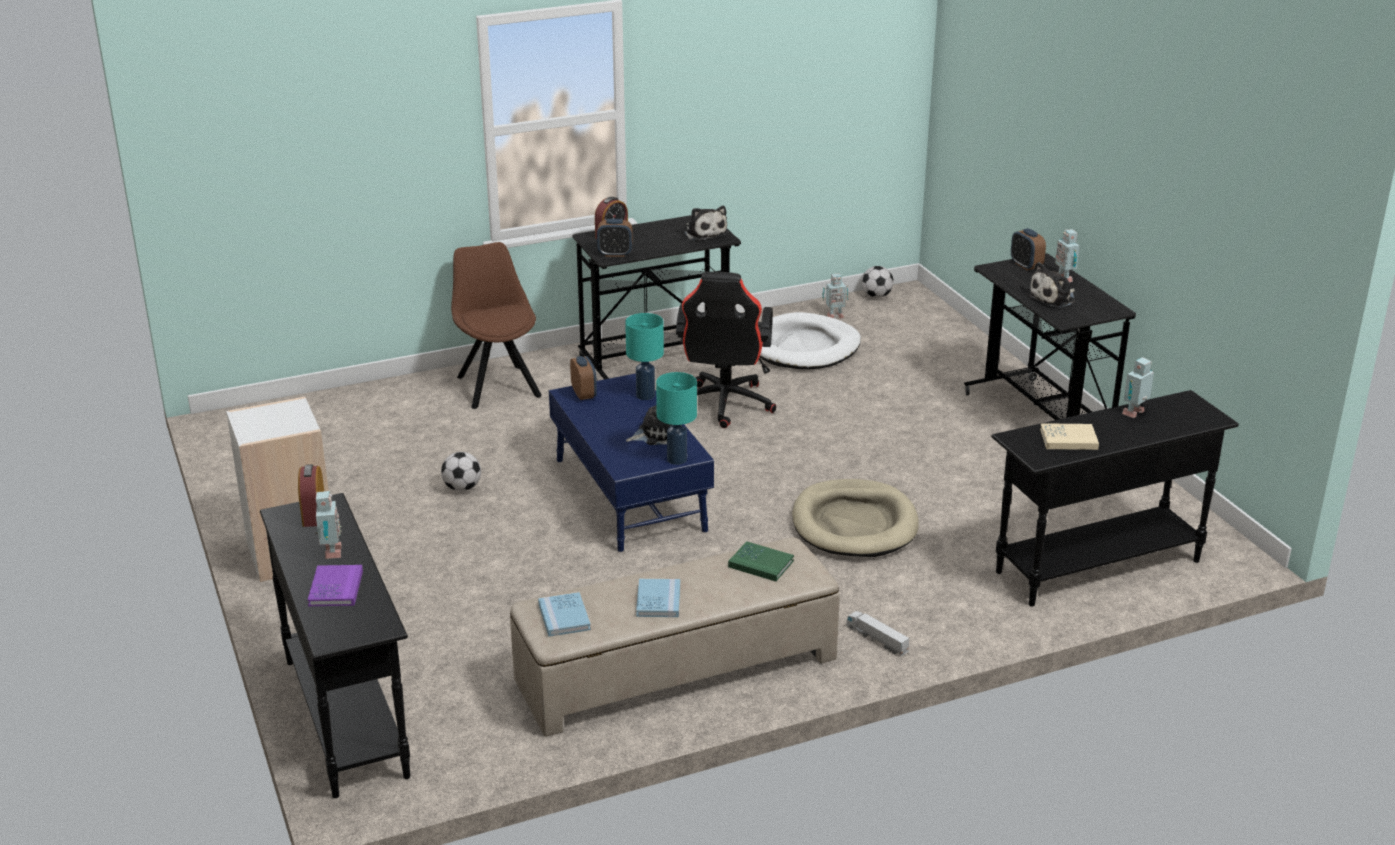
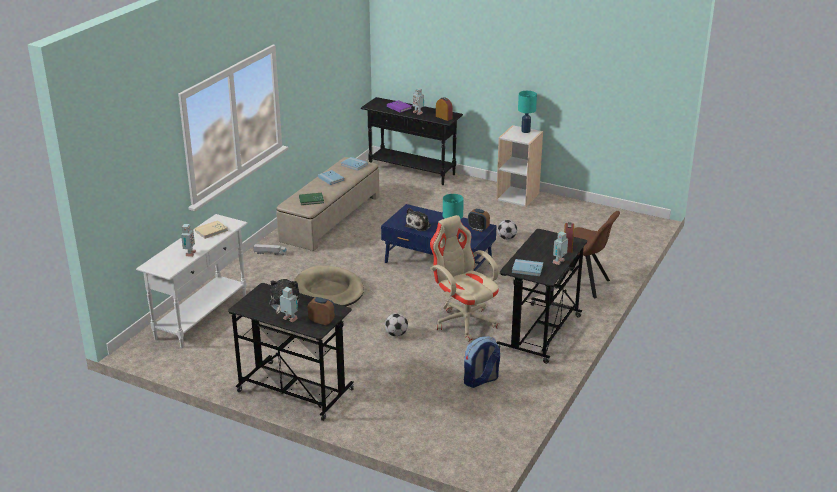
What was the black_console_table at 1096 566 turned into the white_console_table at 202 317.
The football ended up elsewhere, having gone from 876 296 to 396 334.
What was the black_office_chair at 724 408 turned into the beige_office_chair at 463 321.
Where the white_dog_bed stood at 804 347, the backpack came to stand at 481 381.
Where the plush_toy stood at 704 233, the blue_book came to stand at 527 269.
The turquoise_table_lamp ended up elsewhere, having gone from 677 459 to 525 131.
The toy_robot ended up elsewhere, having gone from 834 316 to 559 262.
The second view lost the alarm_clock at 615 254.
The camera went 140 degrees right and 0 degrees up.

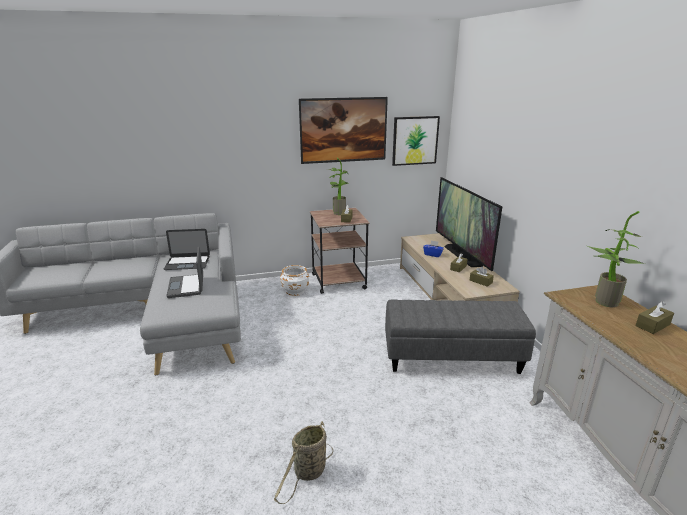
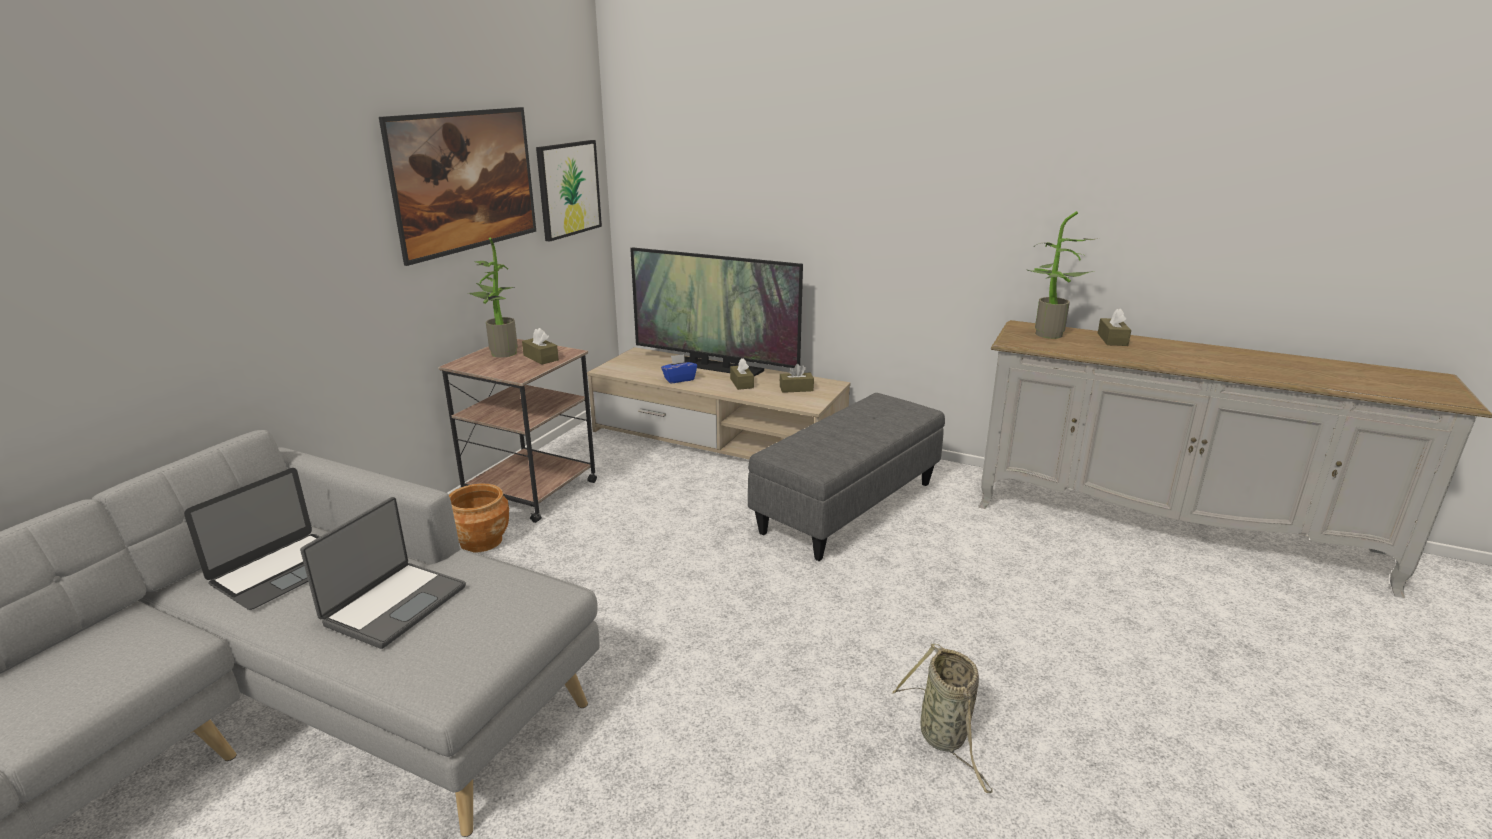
The laptop at 187 286 ended up facing another way, 90 degrees counterclockwise from before.
What was the white_planter at 295 291 turned into the brown_planter at 481 541.
The camera went 50 degrees left and 0 degrees up.

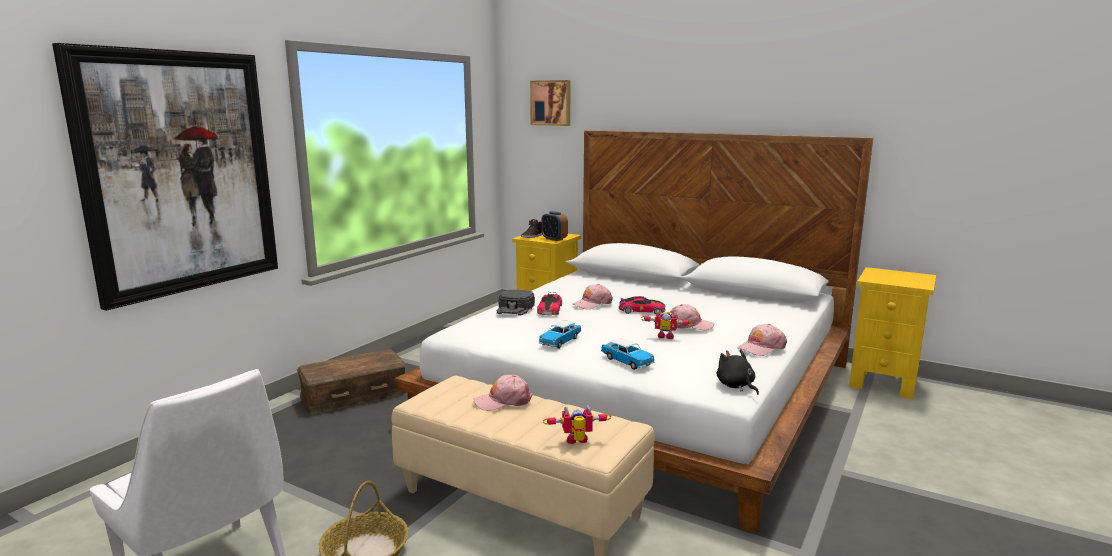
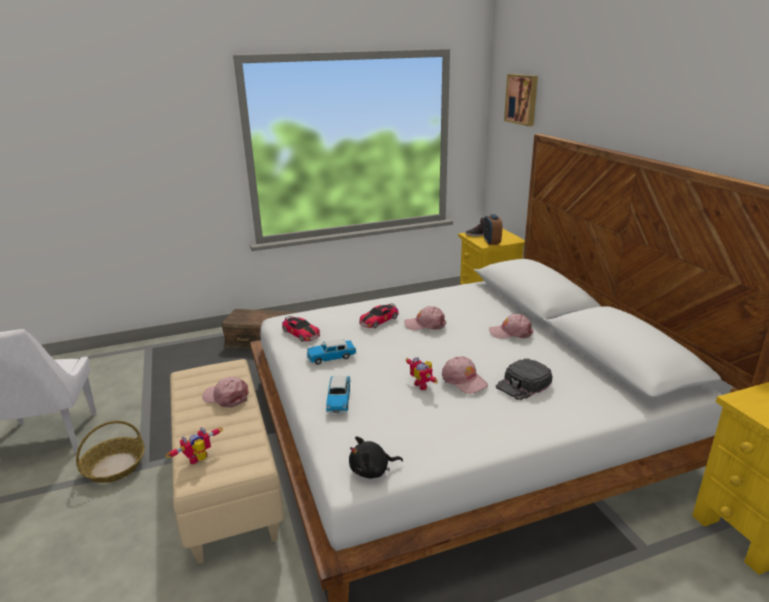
The toy_robot at 577 443 ended up facing another way, 75 degrees counterclockwise from before.
The toy_car ended up elsewhere, having gone from 642 311 to 301 333.
The black_plush_toy at 736 386 ended up facing another way, 120 degrees counterclockwise from before.
The pink_cap ended up elsewhere, having gone from 761 347 to 511 332.
The black_cap ended up elsewhere, having gone from 515 308 to 523 384.
The second view lost the picture at 180 173.
The camera went 40 degrees right and 10 degrees up.

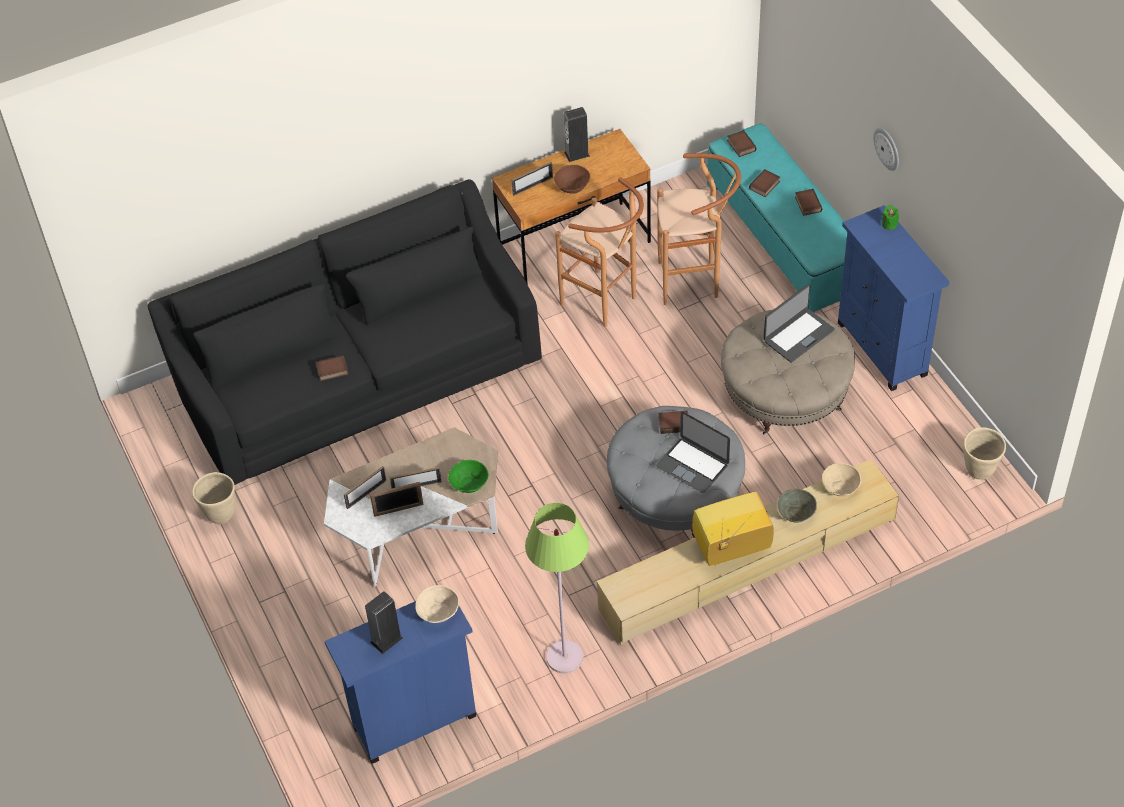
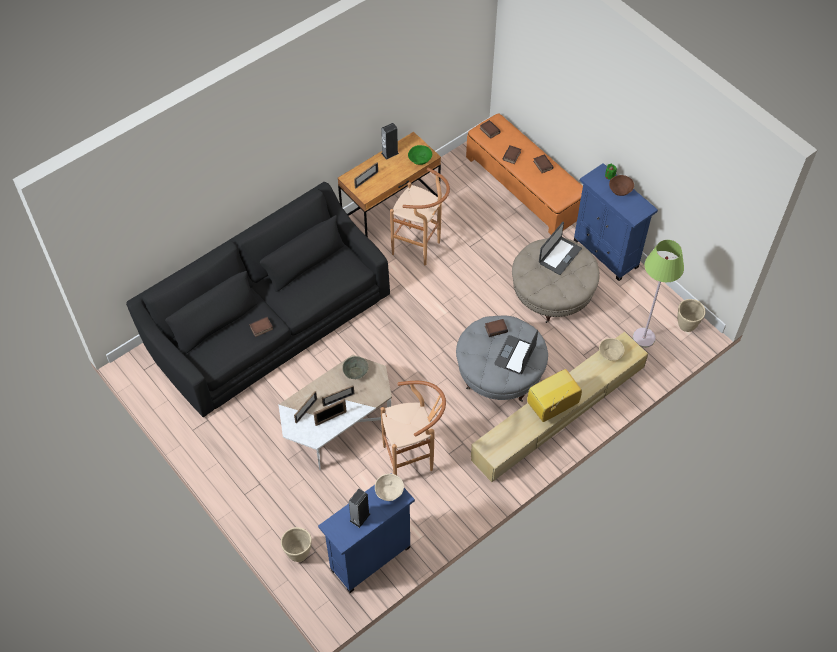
The beige_planter ended up elsewhere, having gone from 220 514 to 298 553.
The grey_bowl ended up elsewhere, having gone from 796 514 to 356 372.
The brown_stool ended up elsewhere, having gone from 695 281 to 413 458.
The green_bowl ended up elsewhere, having gone from 469 485 to 420 160.
What was the turquoise_bench at 784 236 turned into the orange_bench at 524 186.
The laptop at 692 465 ended up facing another way, 90 degrees clockwise from before.
The brown_bowl ended up elsewhere, having gone from 572 187 to 620 190.
The green_floor_lamp ended up elsewhere, having gone from 564 657 to 644 338.
The second view lost the wall_clock at 887 148.
The camera went 15 degrees left and 5 degrees up.

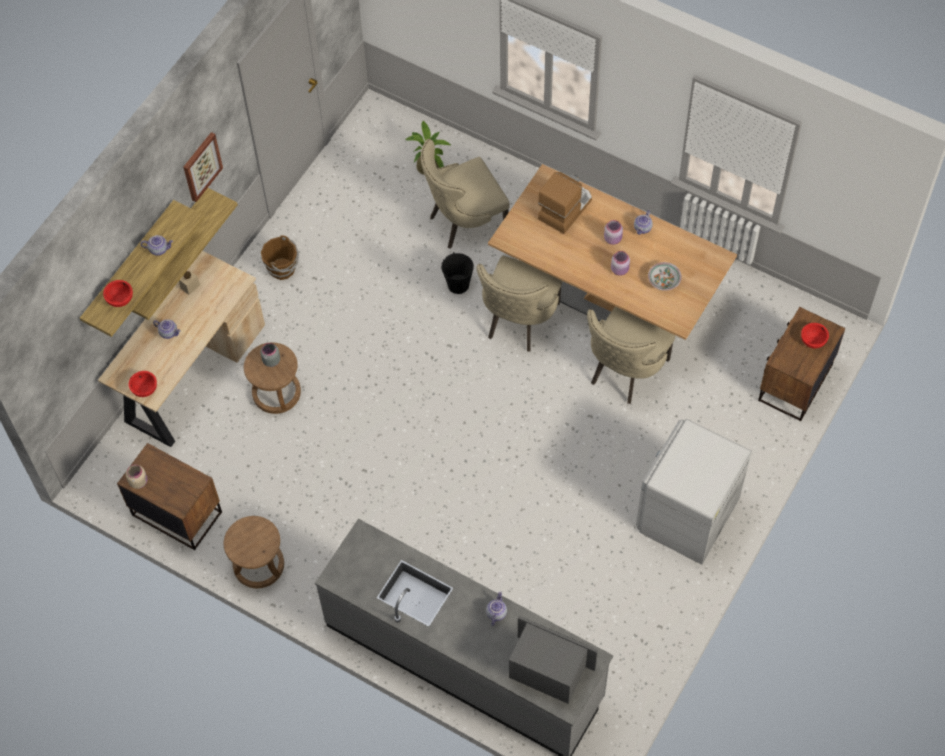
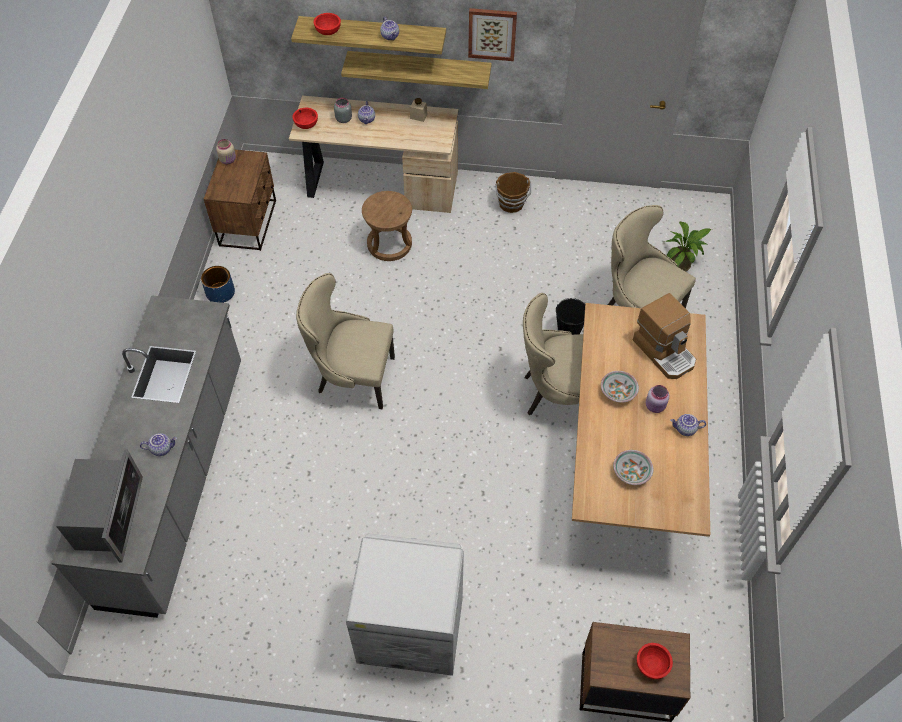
Where the brown_stool stood at 258 565, the blue_planter came to stand at 220 292.
The beige_chair ended up elsewhere, having gone from 625 371 to 352 377.
The grey_jar ended up elsewhere, having gone from 271 360 to 343 119.
The second view gained the bowl at 617 391.
The coffee_machine at 564 208 ended up facing another way, 45 degrees clockwise from before.
The second view lost the pink_jar at 620 269.
The camera went 65 degrees right and 5 degrees down.

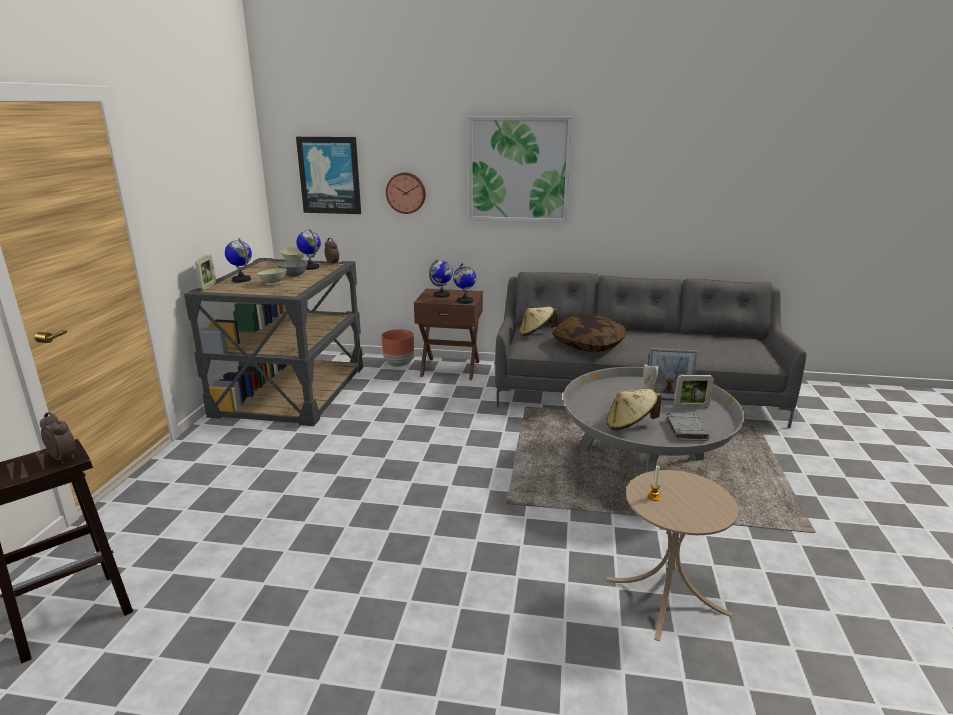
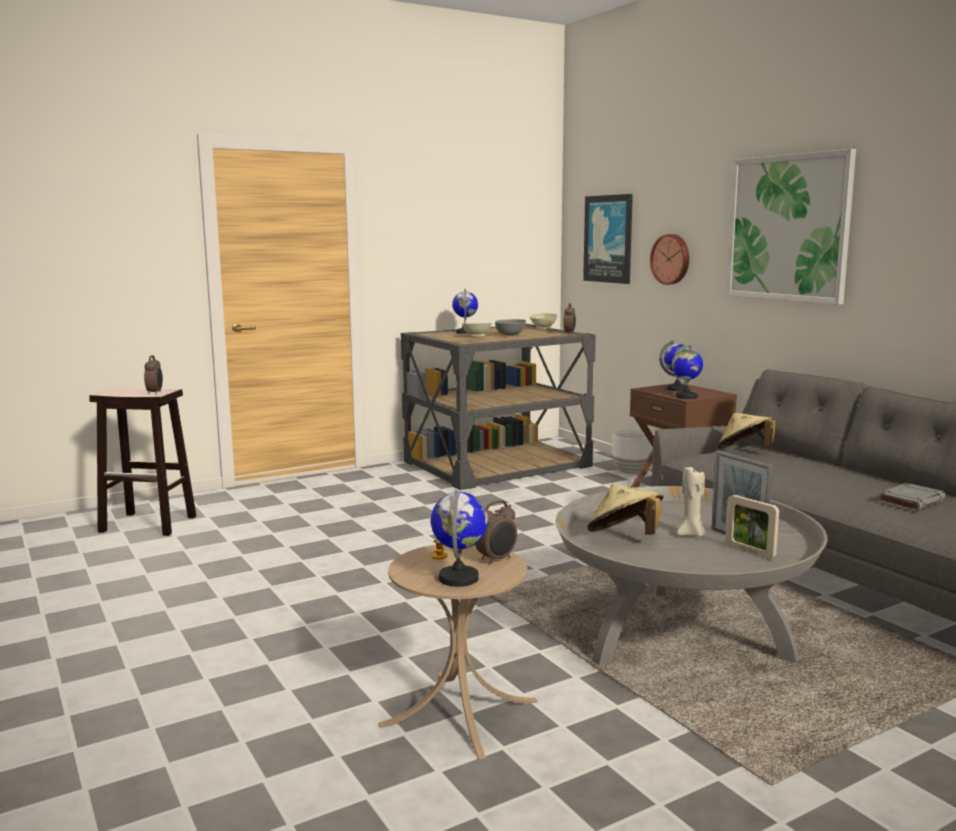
The globe ended up elsewhere, having gone from 310 267 to 459 578.
The second view gained the alarm_clock at 497 559.
What was the brown_planter at 399 364 turned into the white_planter at 632 473.
The grey_book ended up elsewhere, having gone from 685 430 to 911 502.
The second view lost the picture_frame at 208 286.
The second view lost the pillow at 589 345.
The camera went 50 degrees right and 10 degrees down.

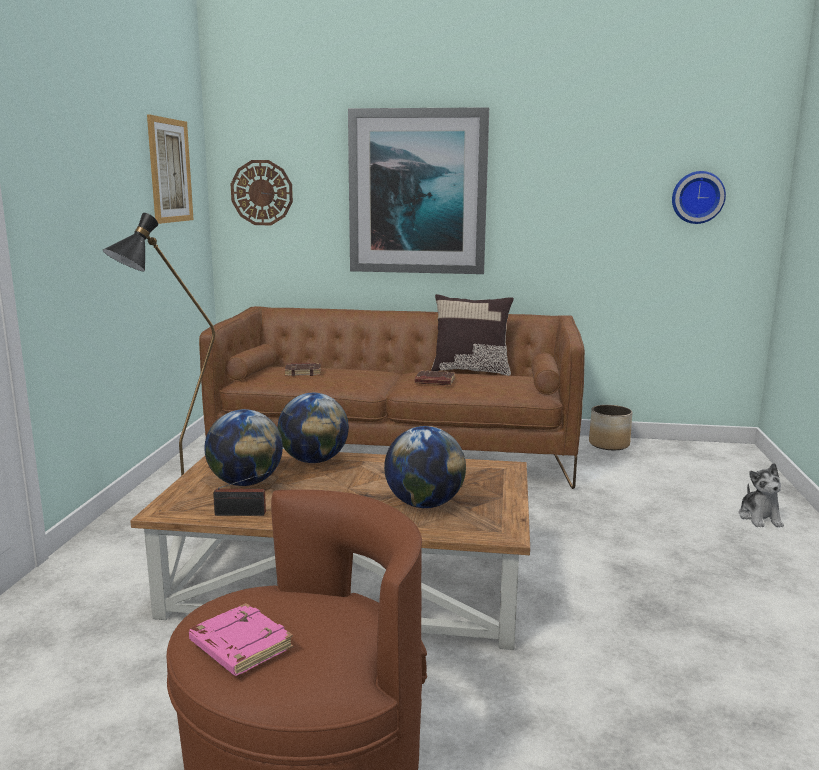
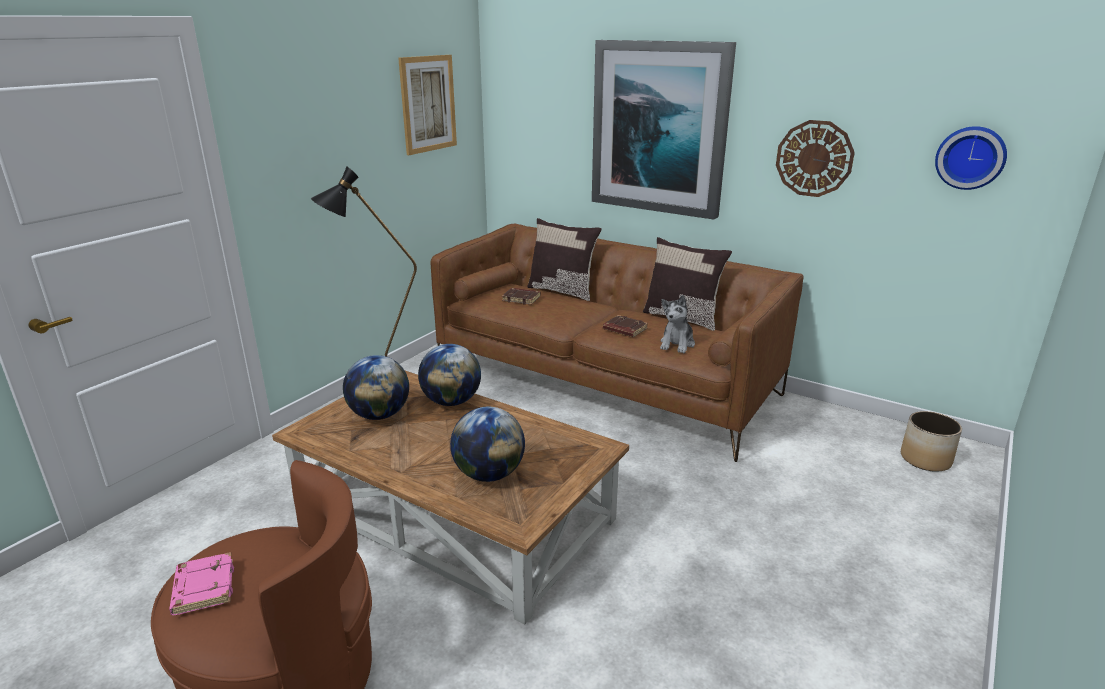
The second view gained the pillow at 562 291.
The plush_toy ended up elsewhere, having gone from 759 518 to 677 344.
The wall_clock ended up elsewhere, having gone from 262 192 to 814 158.
The planter ended up elsewhere, having gone from 609 444 to 925 459.
The second view lost the radio at 243 514.
The camera went 25 degrees right and 10 degrees up.

